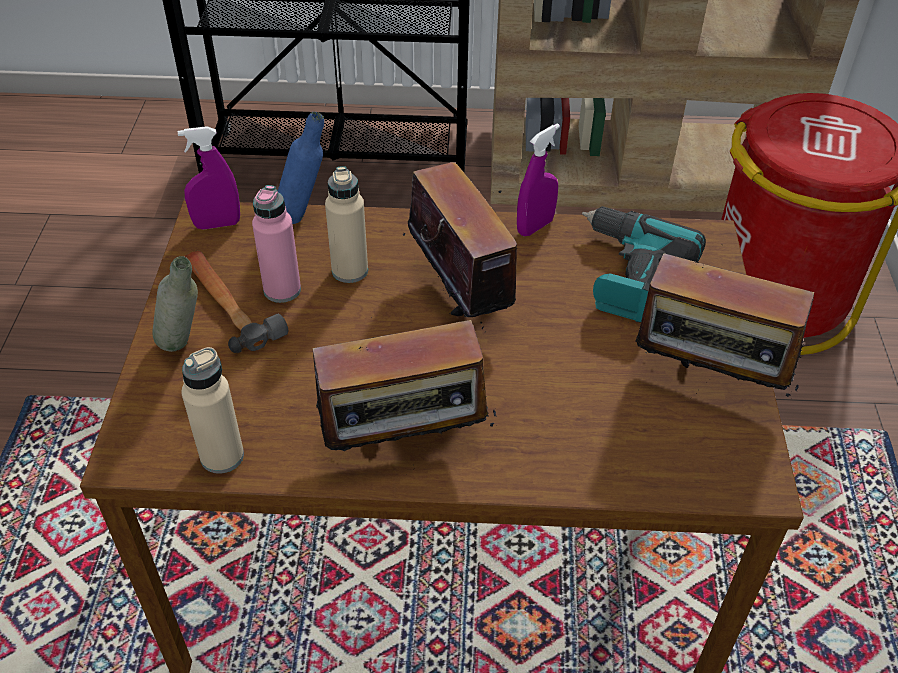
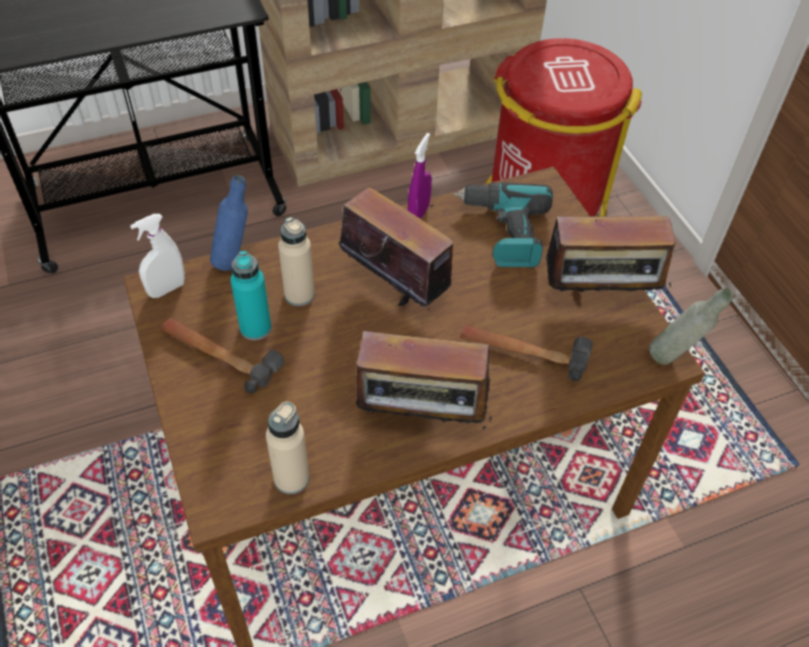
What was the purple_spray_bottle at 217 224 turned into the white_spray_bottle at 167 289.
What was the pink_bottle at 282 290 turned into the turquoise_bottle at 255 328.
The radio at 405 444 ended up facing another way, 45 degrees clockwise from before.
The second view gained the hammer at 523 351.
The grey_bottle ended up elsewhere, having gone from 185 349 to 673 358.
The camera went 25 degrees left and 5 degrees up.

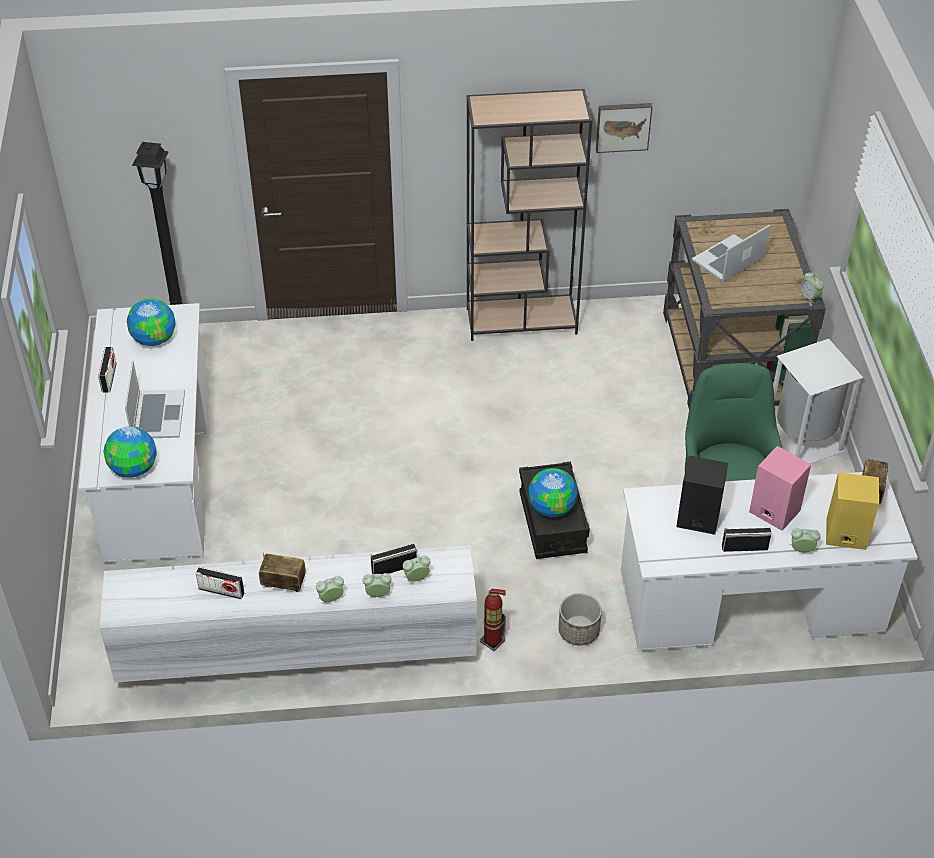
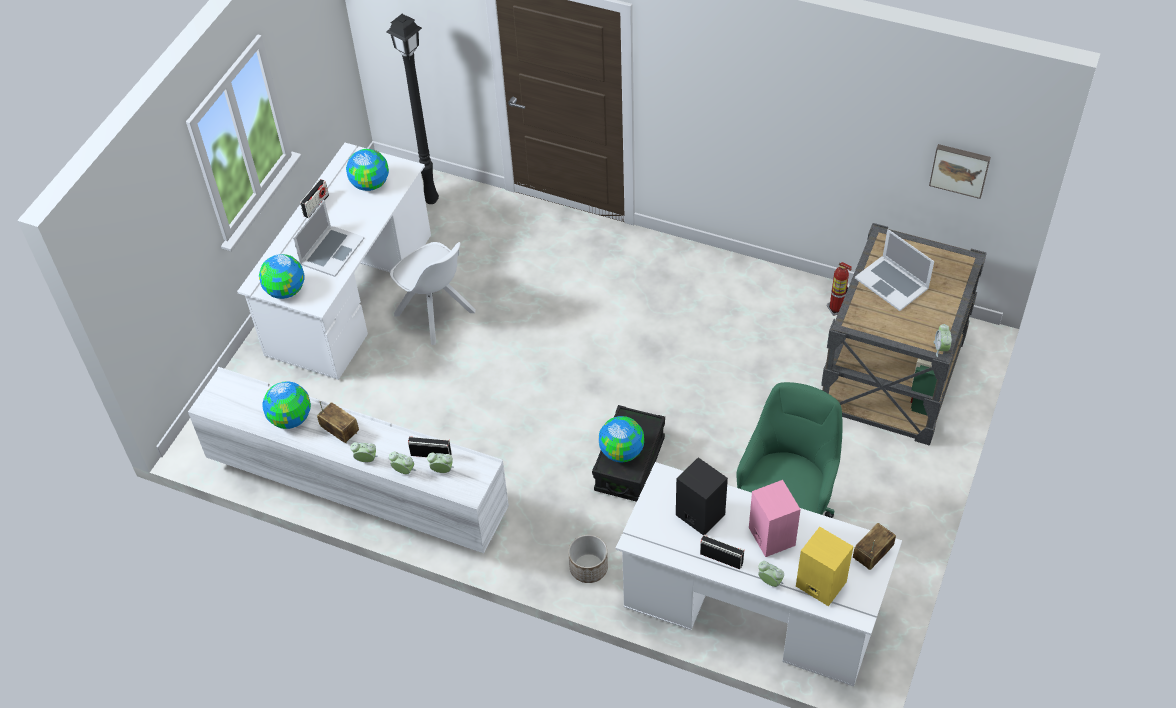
Where the radio stood at 221 591, the globe came to stand at 291 418.
The second view gained the white_chair at 435 314.
The fire_extinguisher ended up elsewhere, having gone from 493 641 to 836 309.
The laptop at 728 259 ended up facing another way, 120 degrees counterclockwise from before.
The picture ended up elsewhere, having gone from 623 126 to 960 169.
The second view lost the bookcase at 522 320.
The second view lost the white_trash_can at 802 442.
The camera went 30 degrees right and 5 degrees up.

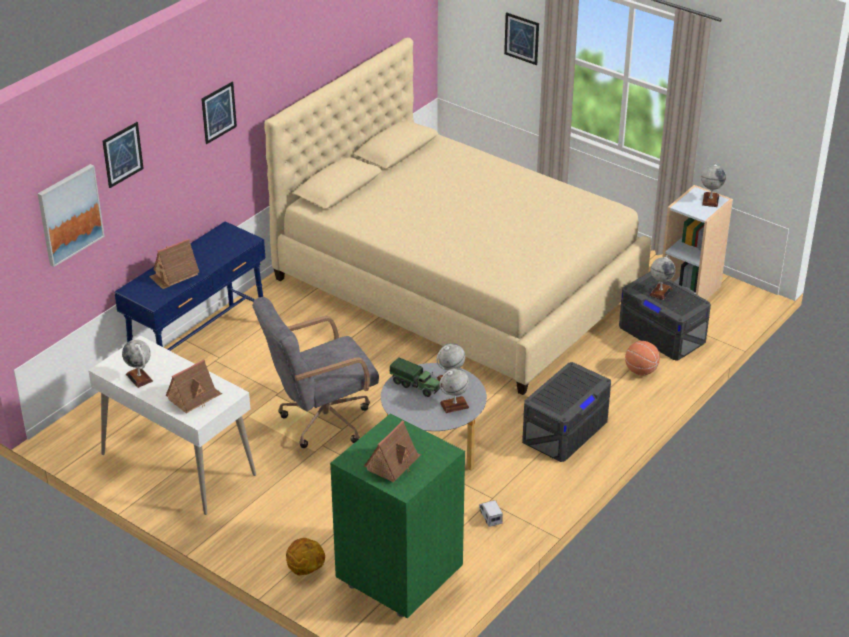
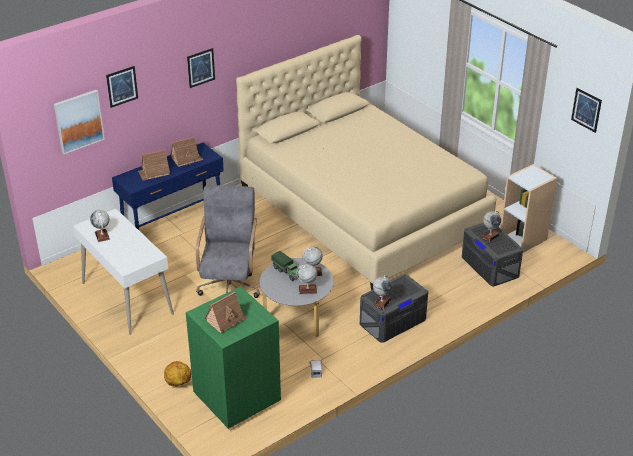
The toy_house ended up elsewhere, having gone from 194 397 to 186 159.
The grey_office_chair at 320 423 ended up facing another way, 105 degrees clockwise from before.
The globe ended up elsewhere, having gone from 710 200 to 381 302.
The picture ended up elsewhere, having gone from 521 38 to 586 110.
The second view lost the basketball at 641 371.
The camera went 15 degrees right and 0 degrees up.

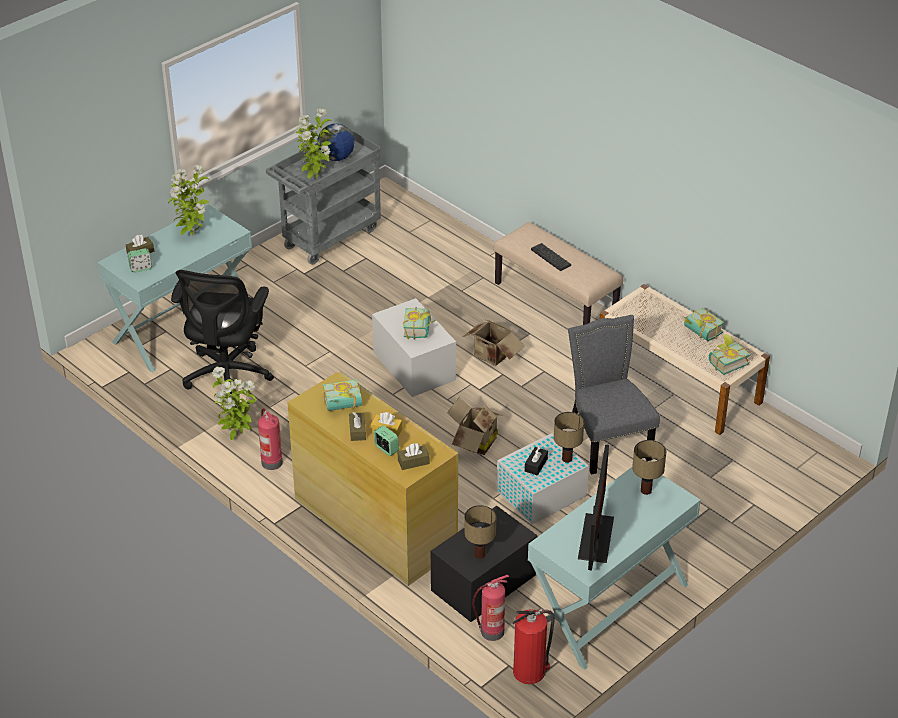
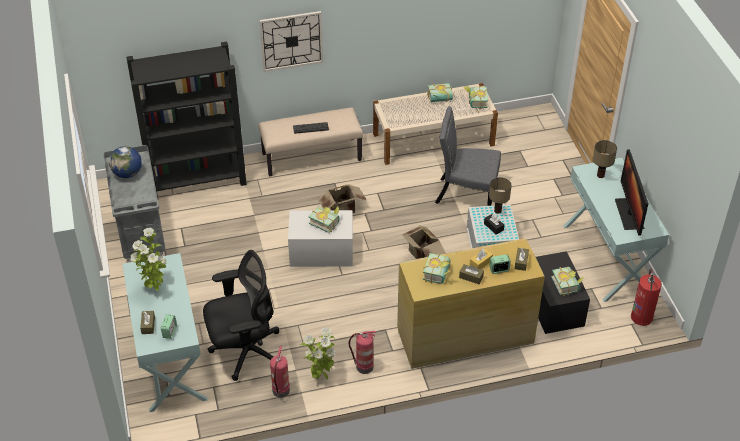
The second view gained the black_bookcase at 196 179.
The black_office_chair at 227 370 ended up facing another way, 60 degrees counterclockwise from before.
The second view gained the wall_clock at 291 41.
The fire_extinguisher ended up elsewhere, having gone from 491 632 to 281 391.
Where the table_lamp stood at 479 554, the book came to stand at 567 285.
The monitor at 596 538 ended up facing another way, 135 degrees counterclockwise from before.
The second view lost the potted_plant at 314 178.
The camera went 60 degrees left and 5 degrees up.

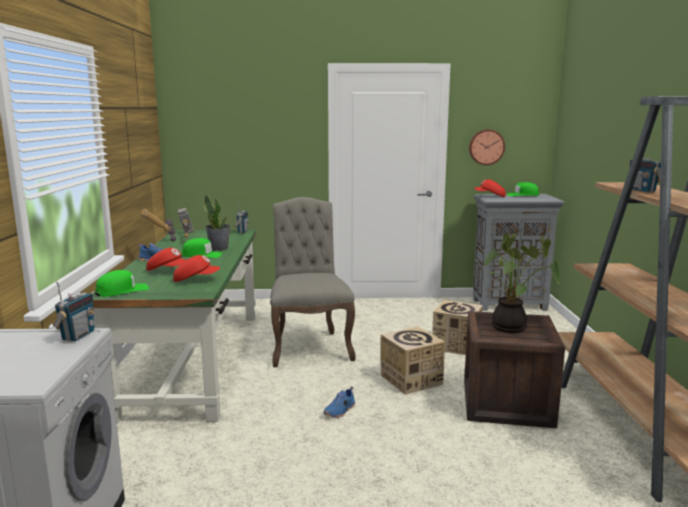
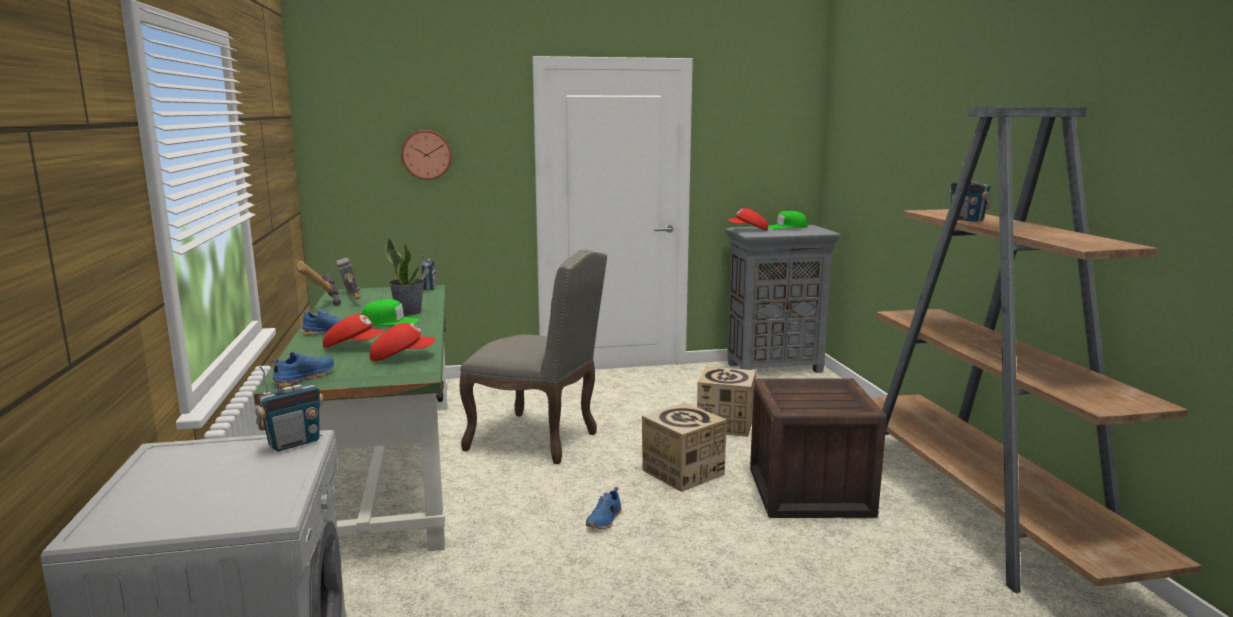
The radio at 77 336 ended up facing another way, 45 degrees clockwise from before.
Where the green_cap stood at 122 291, the blue_shoe came to stand at 303 378.
The wall_clock ended up elsewhere, having gone from 486 147 to 426 154.
The grey_chair at 309 347 ended up facing another way, 135 degrees clockwise from before.
The second view lost the potted_plant at 512 328.
The camera went 10 degrees left and 0 degrees up.

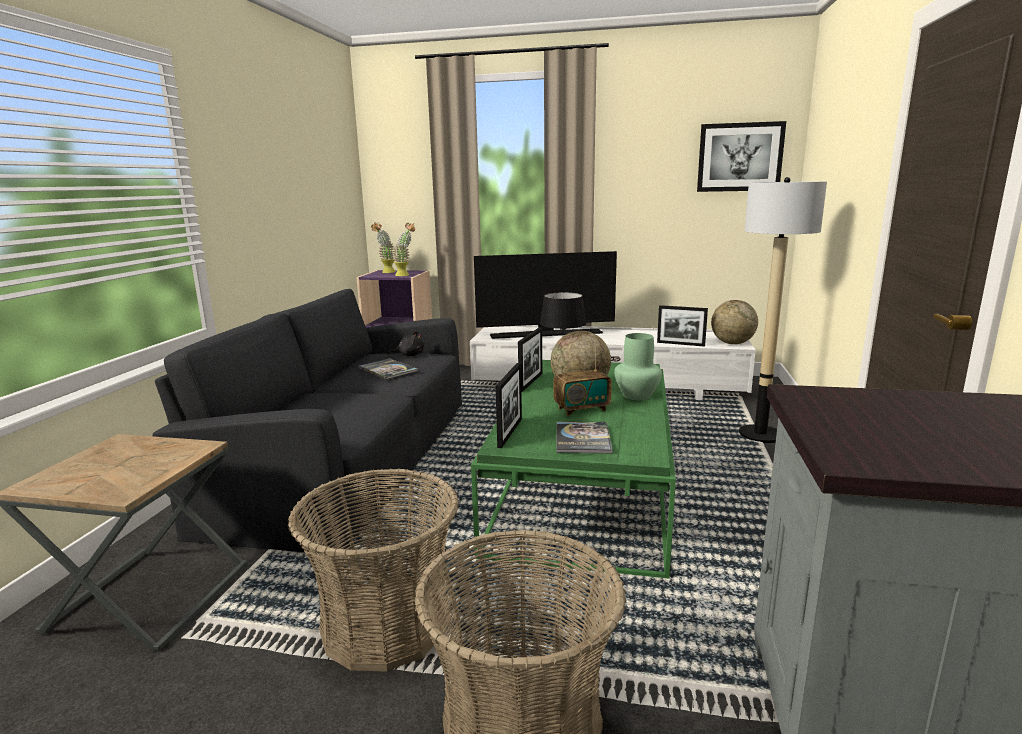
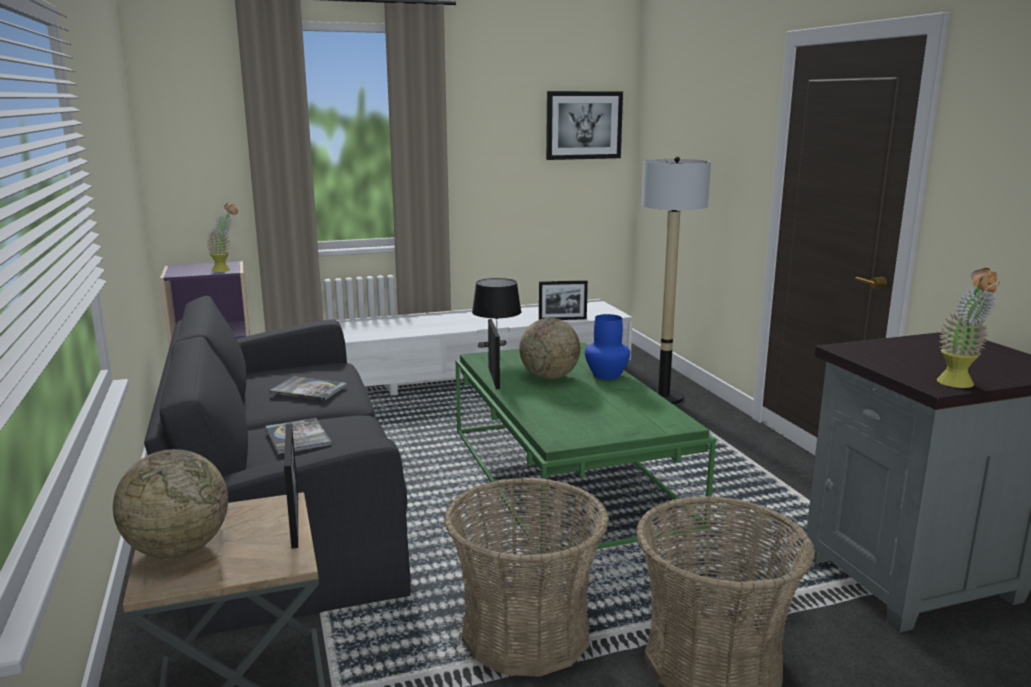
The globe ended up elsewhere, having gone from 732 343 to 178 549.
The book ended up elsewhere, having gone from 582 438 to 297 437.
The picture_frame ended up elsewhere, having gone from 510 432 to 295 521.
What was the green_vase at 636 395 turned into the blue_vase at 605 375.
The potted_plant ended up elsewhere, having gone from 386 272 to 959 385.
The second view lost the black_plush_toy at 409 355.
The second view lost the television at 546 334.
The second view lost the radio at 581 409.
The camera went 30 degrees left and 0 degrees up.

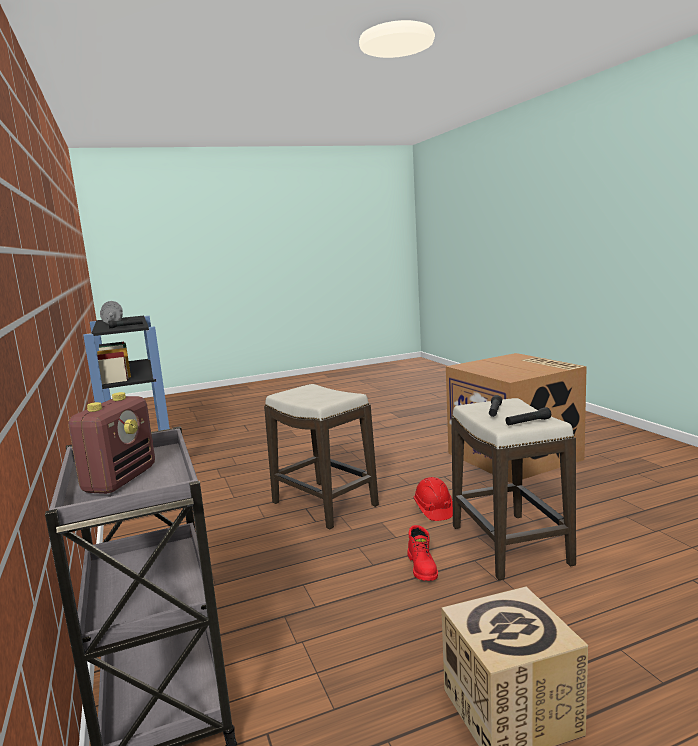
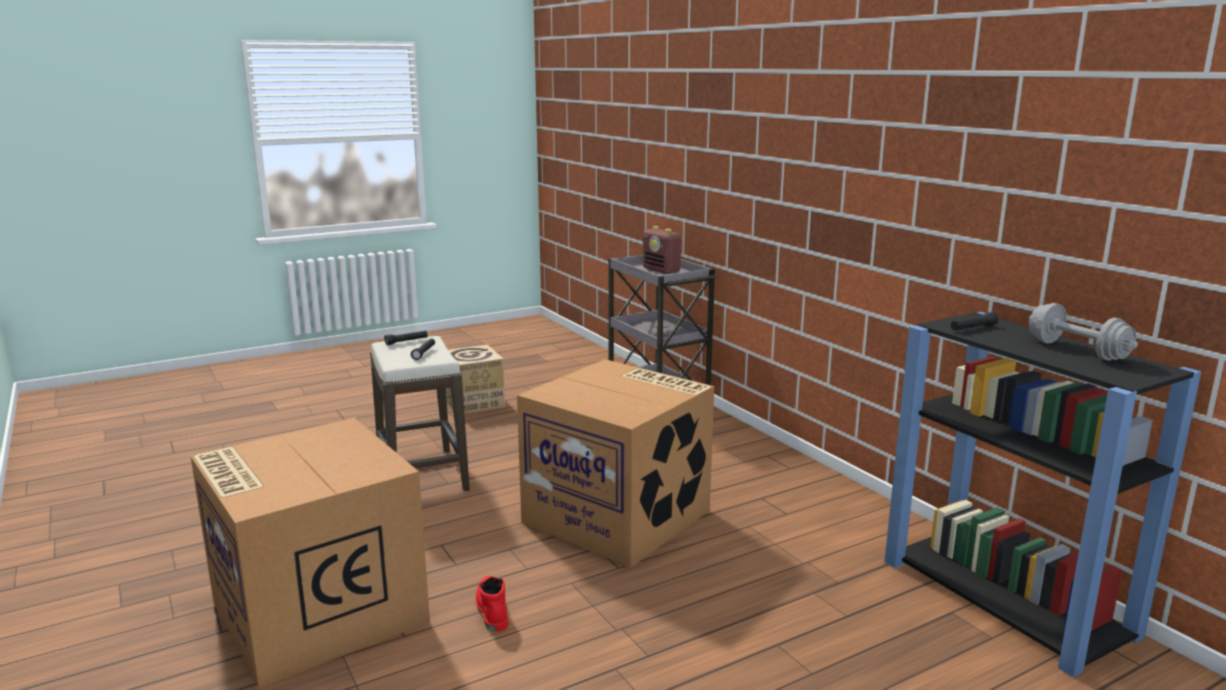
The red_boot ended up elsewhere, having gone from 423 567 to 491 609.
Where the stool stood at 324 504, the cardboard_box came to stand at 619 516.
The radio at 120 479 ended up facing another way, 45 degrees counterclockwise from before.
The second view lost the red_hard_hat at 433 510.
The camera went 170 degrees right and 5 degrees up.

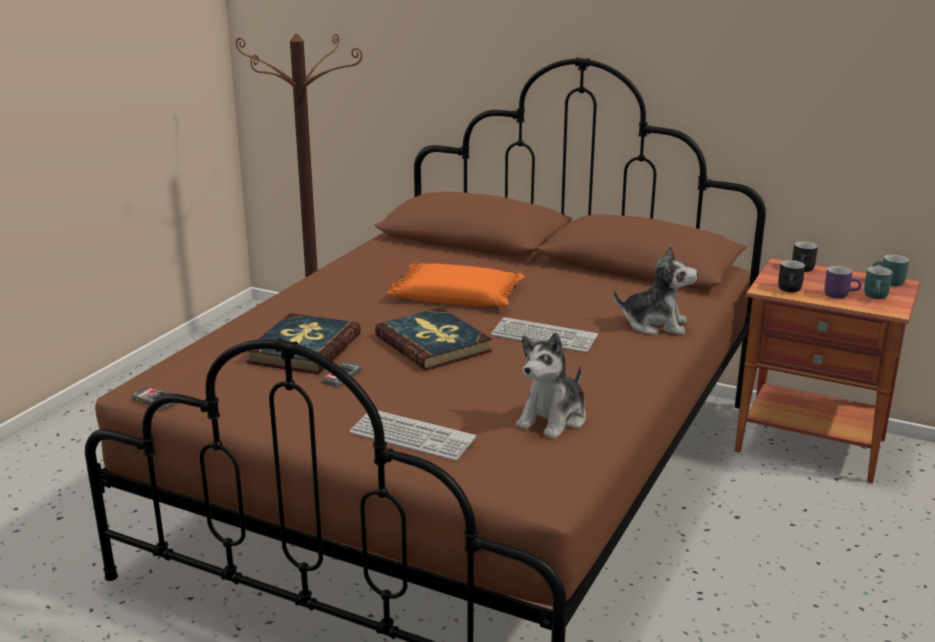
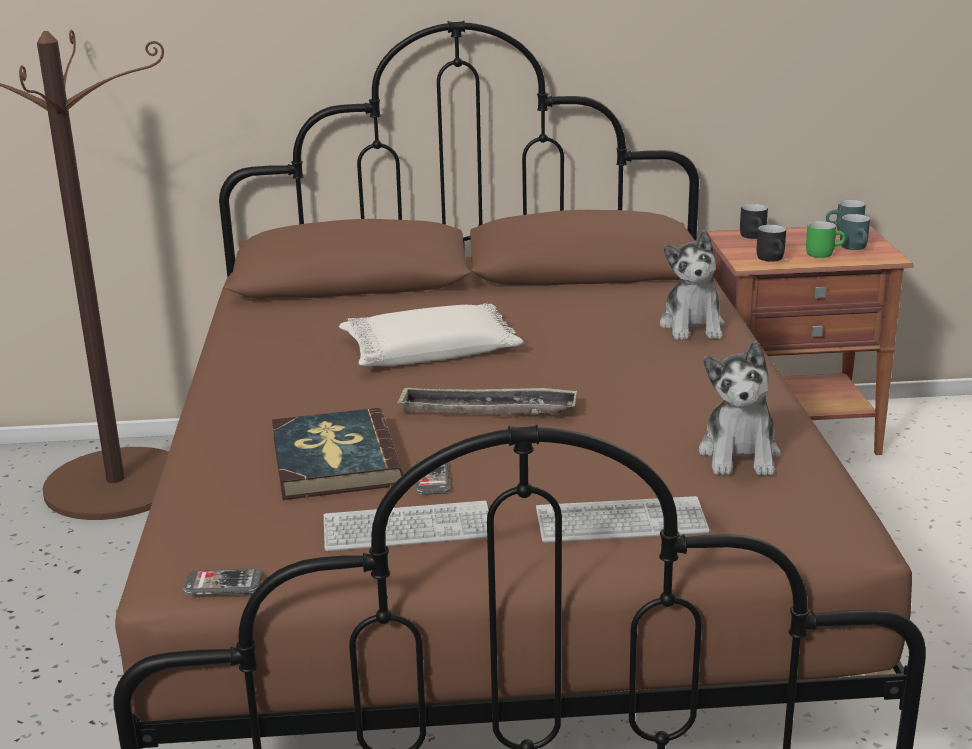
The keyboard ended up elsewhere, having gone from 544 337 to 407 529.
What was the orange_pillow at 457 294 turned into the white_pillow at 430 347.
Where the book stood at 433 343, the tray came to stand at 487 410.
The plush_toy at 655 324 ended up facing another way, 105 degrees clockwise from before.
What was the purple_mug at 840 294 turned into the green_mug at 822 253.
The camera went 30 degrees left and 0 degrees up.

